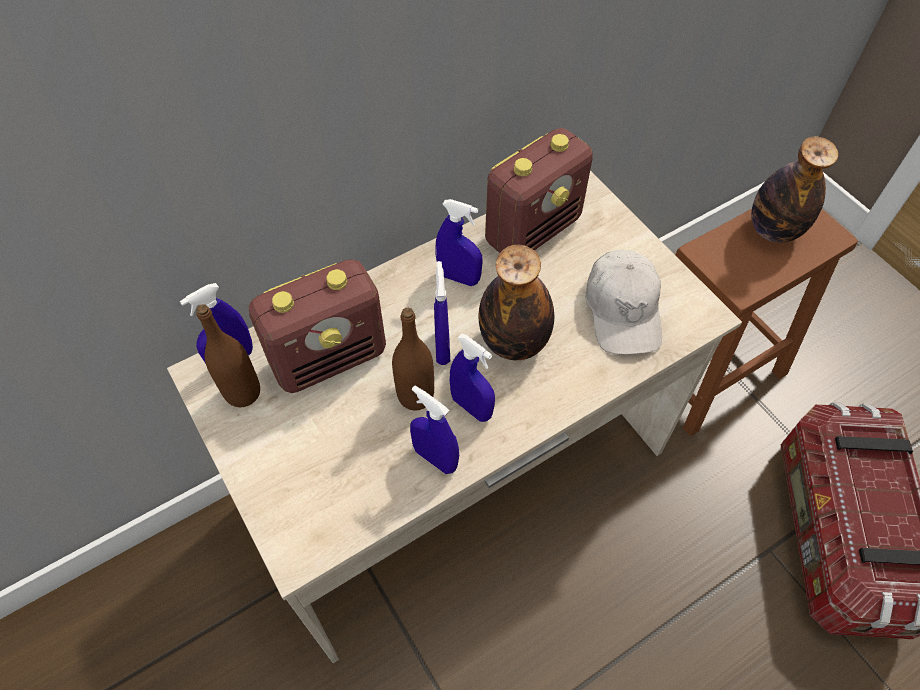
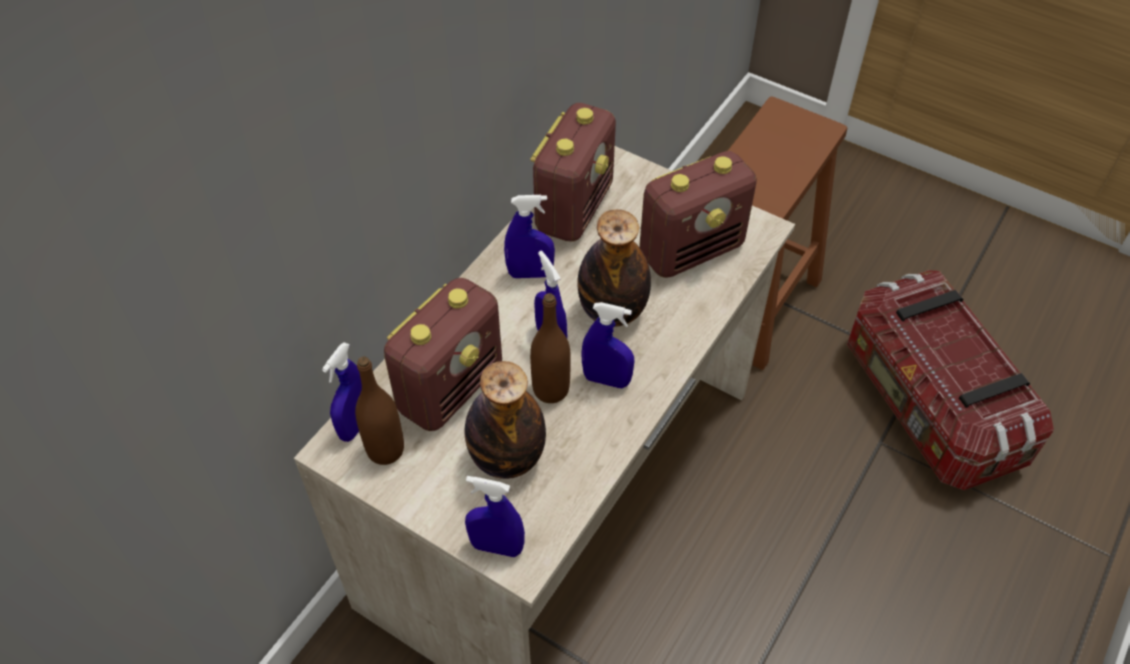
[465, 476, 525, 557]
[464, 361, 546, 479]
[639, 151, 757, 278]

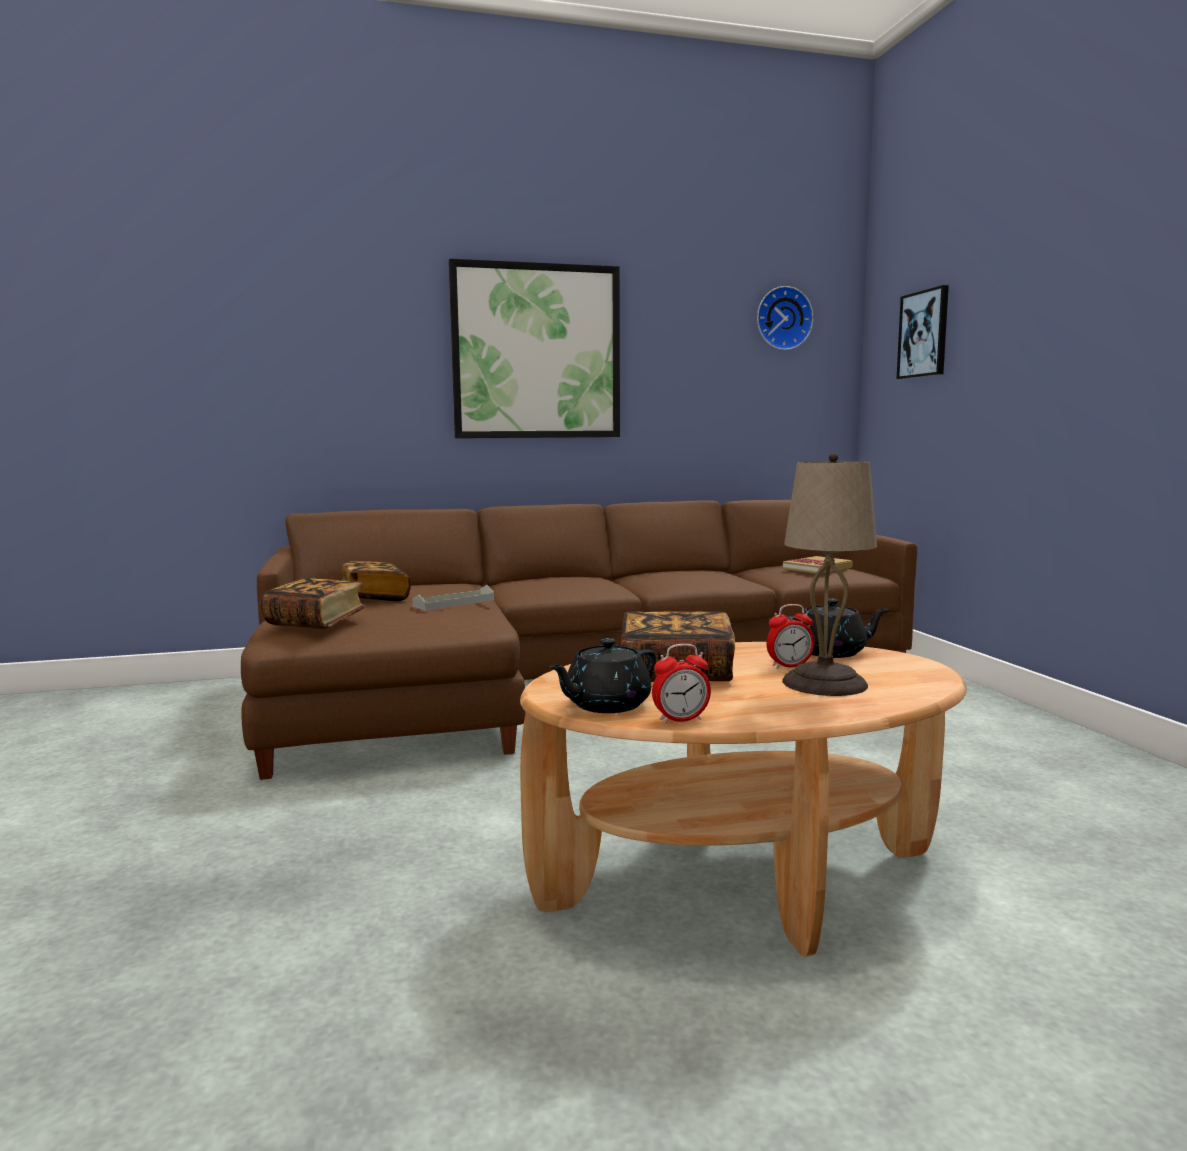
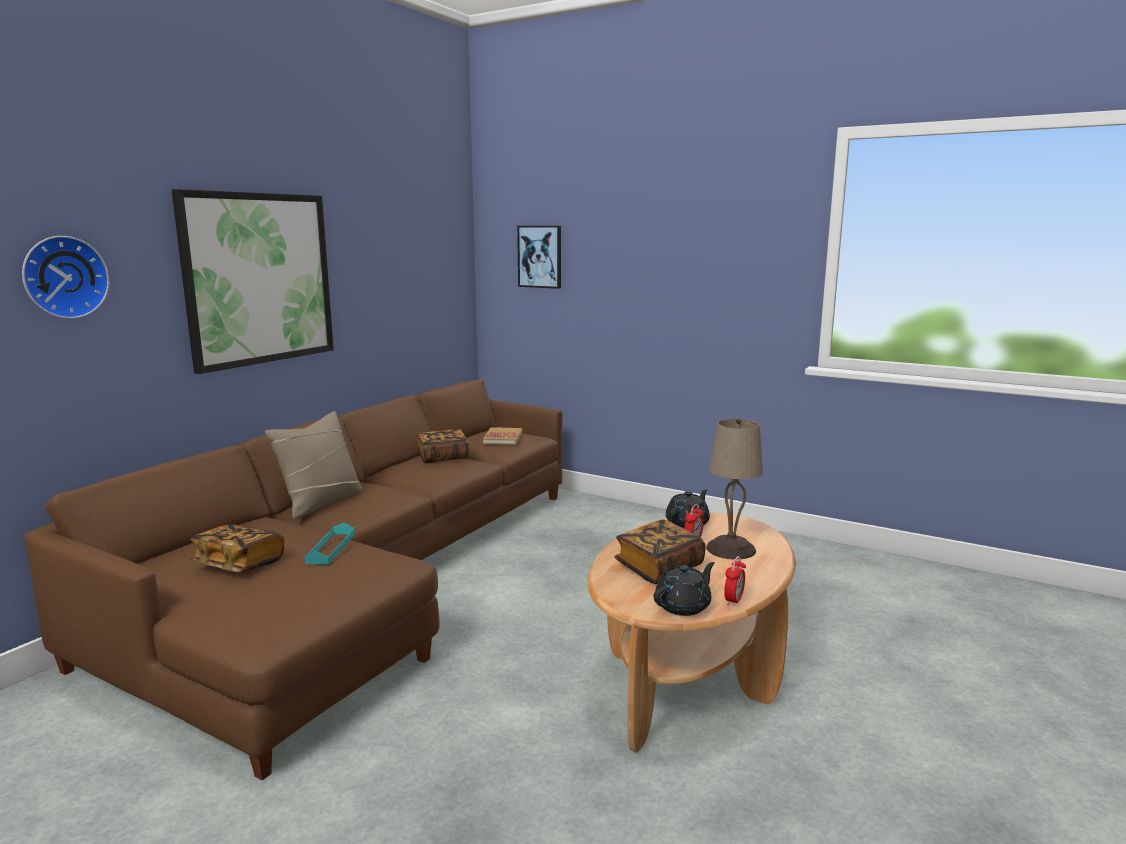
[265, 411, 363, 519]
[416, 429, 469, 463]
[22, 236, 109, 319]
[305, 523, 355, 565]
[654, 562, 715, 616]

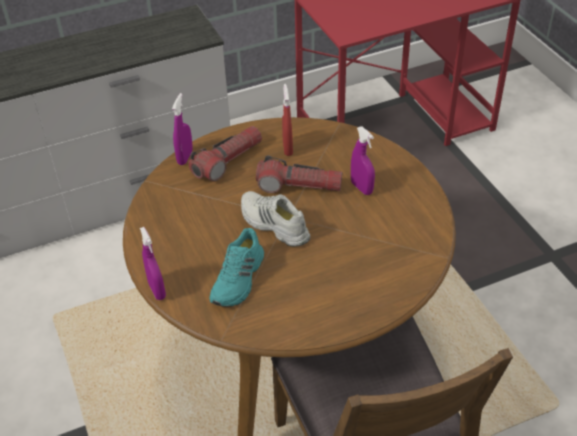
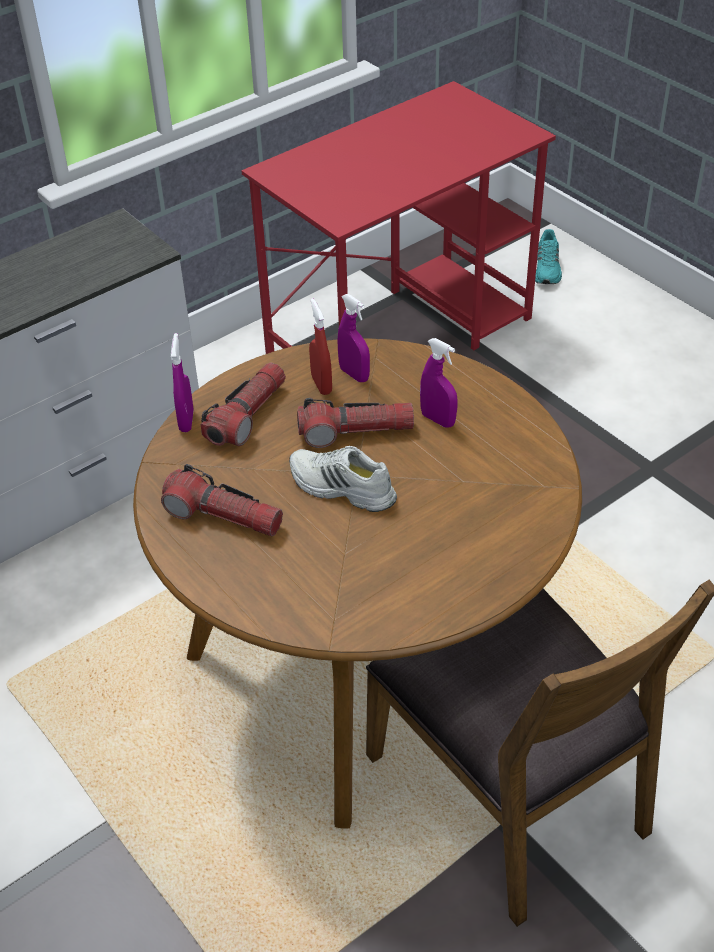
[161, 464, 283, 536]
[338, 294, 370, 382]
[535, 229, 562, 284]

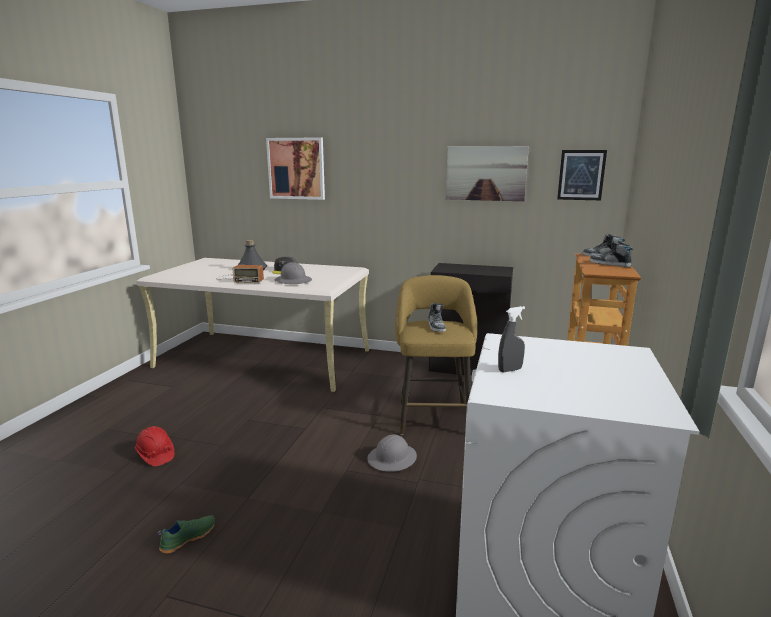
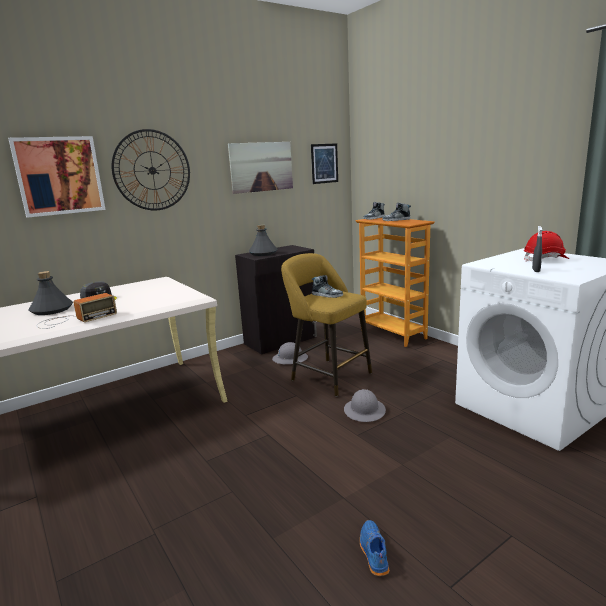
[112, 129, 190, 211]
[248, 225, 278, 256]
[524, 231, 569, 262]
[272, 342, 308, 364]
[360, 520, 389, 576]

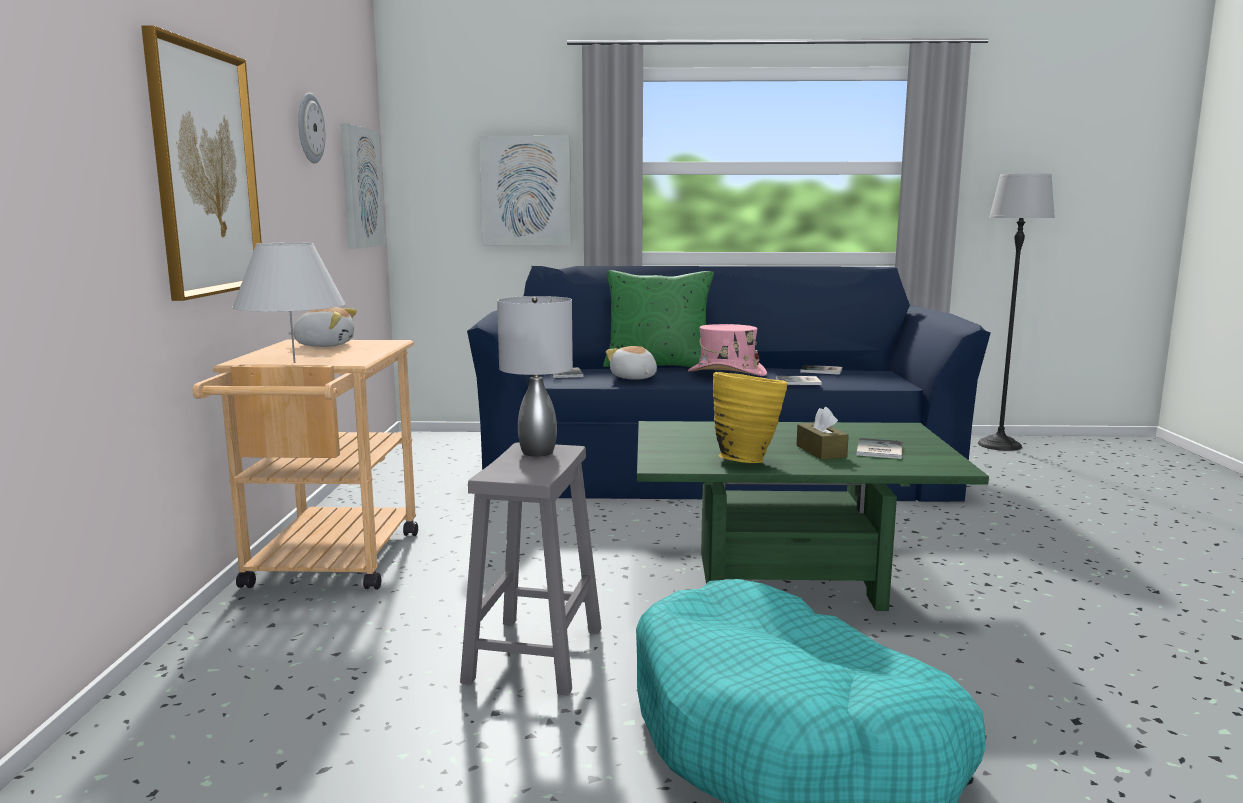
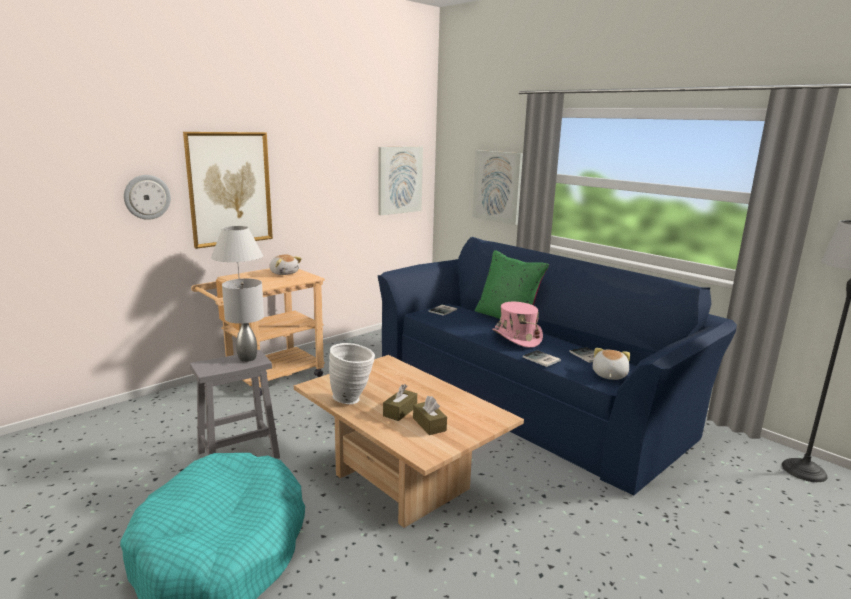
[124, 175, 171, 220]
[593, 348, 630, 380]
[413, 396, 447, 435]
[294, 355, 524, 528]
[329, 343, 375, 404]

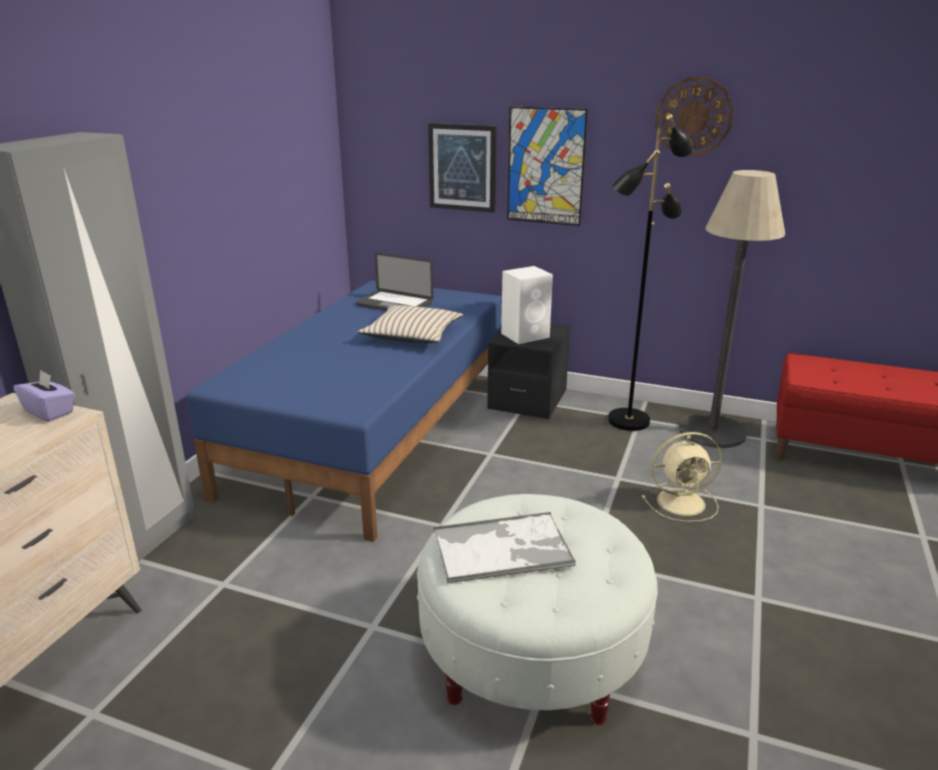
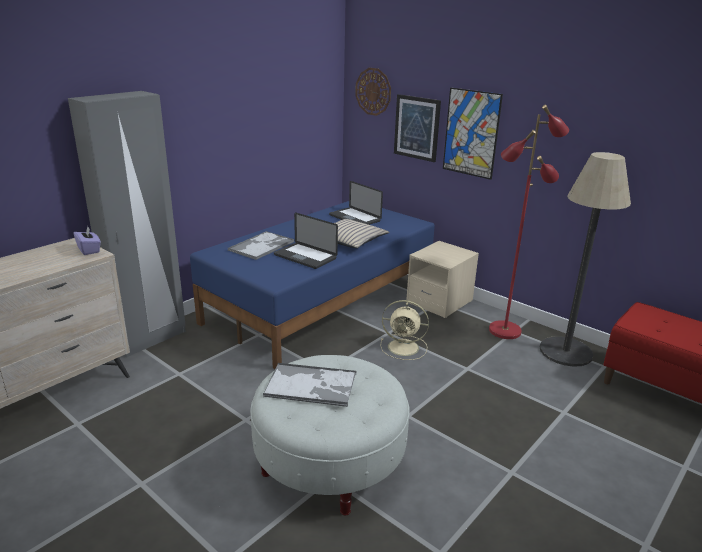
[501, 266, 553, 344] (first image)
[228, 231, 294, 260]
[274, 213, 338, 269]
[380, 300, 429, 360]
[355, 68, 391, 116]
[406, 241, 479, 318]
[489, 105, 569, 339]

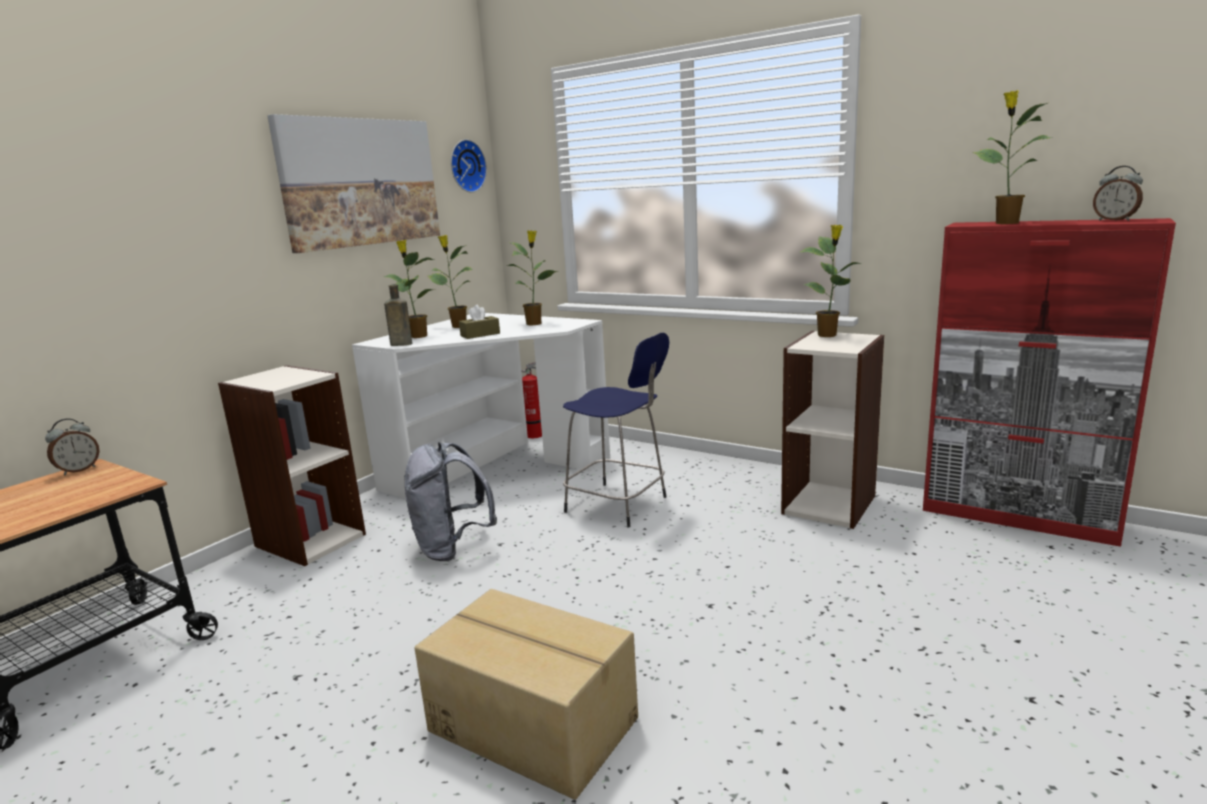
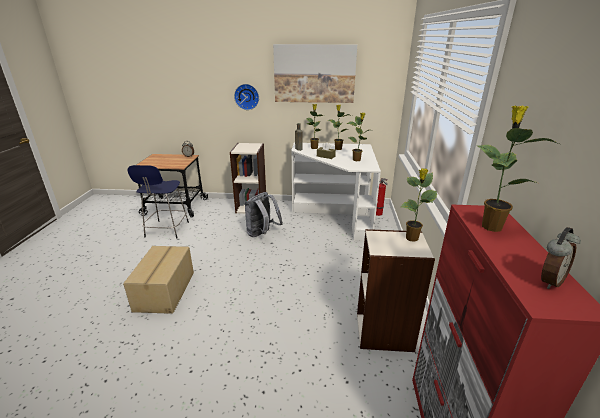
[234, 84, 259, 110]
[127, 165, 189, 239]
[541, 227, 581, 289]

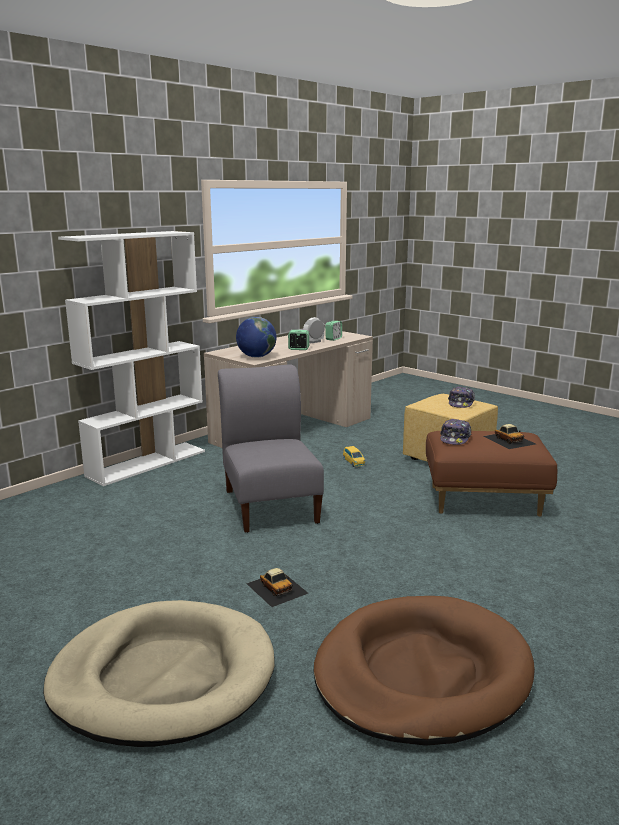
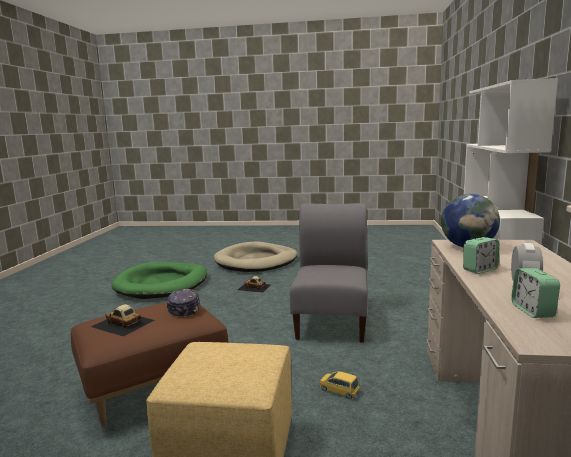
[448, 386, 475, 408] (first image)
[112, 262, 207, 299]
[290, 203, 368, 343]

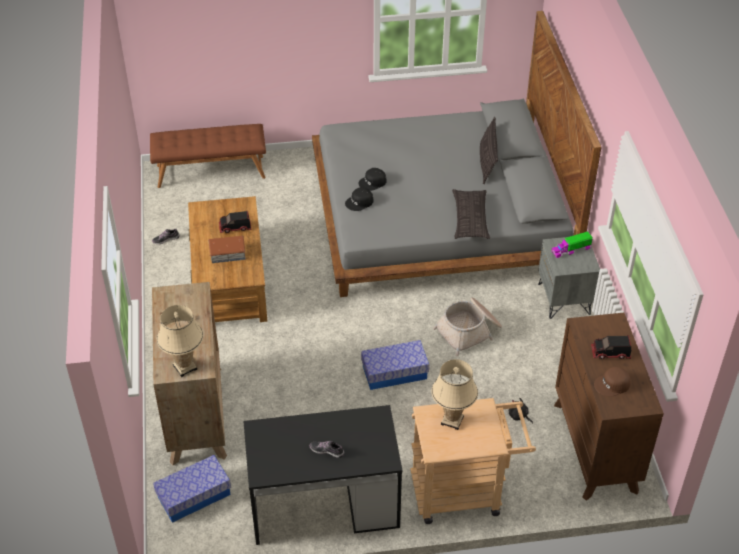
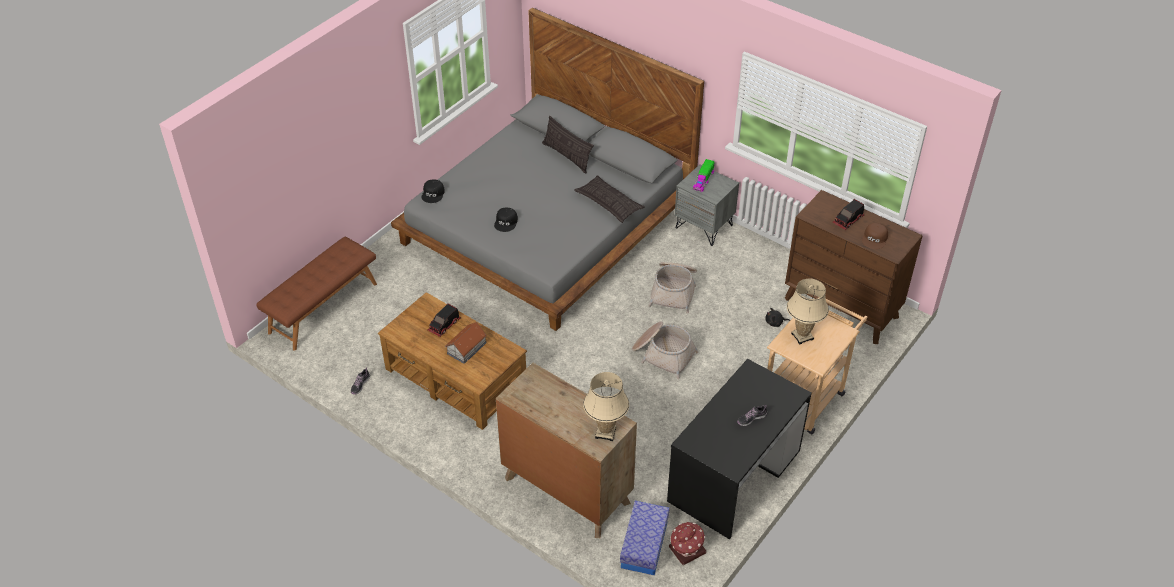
[669, 522, 706, 565]
[422, 180, 445, 203]
[632, 321, 698, 379]

